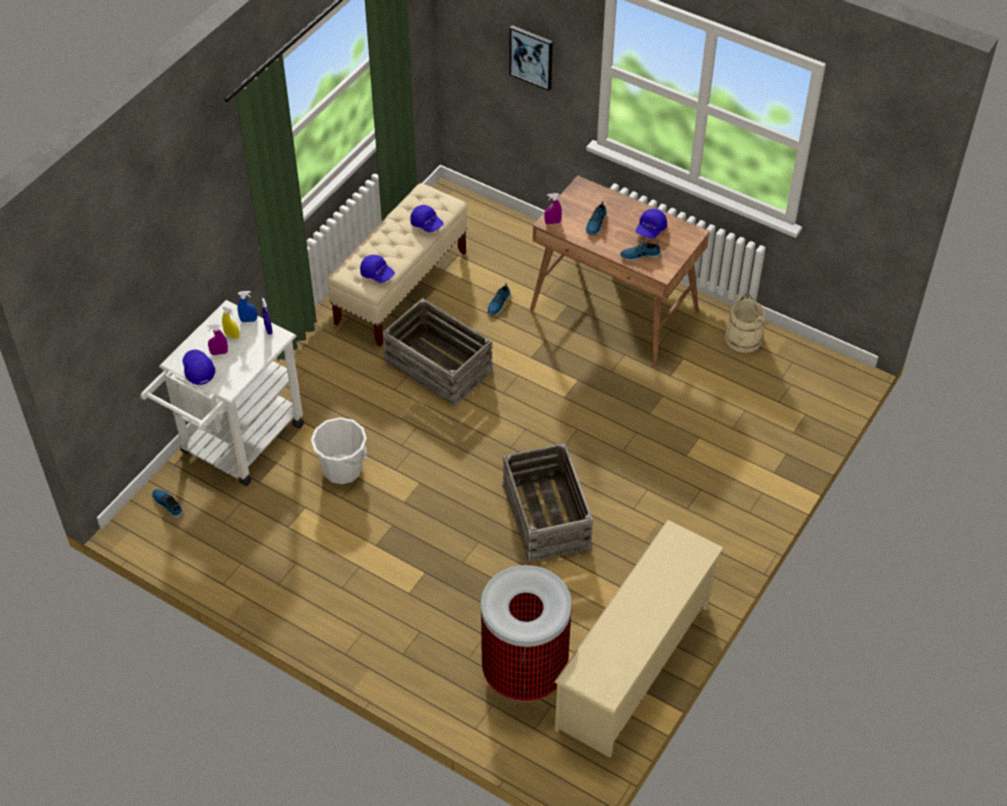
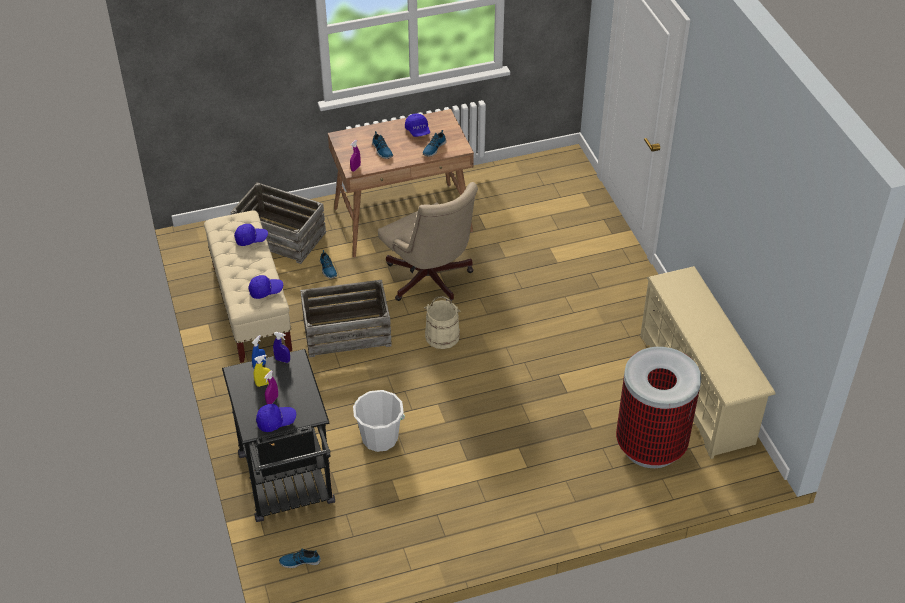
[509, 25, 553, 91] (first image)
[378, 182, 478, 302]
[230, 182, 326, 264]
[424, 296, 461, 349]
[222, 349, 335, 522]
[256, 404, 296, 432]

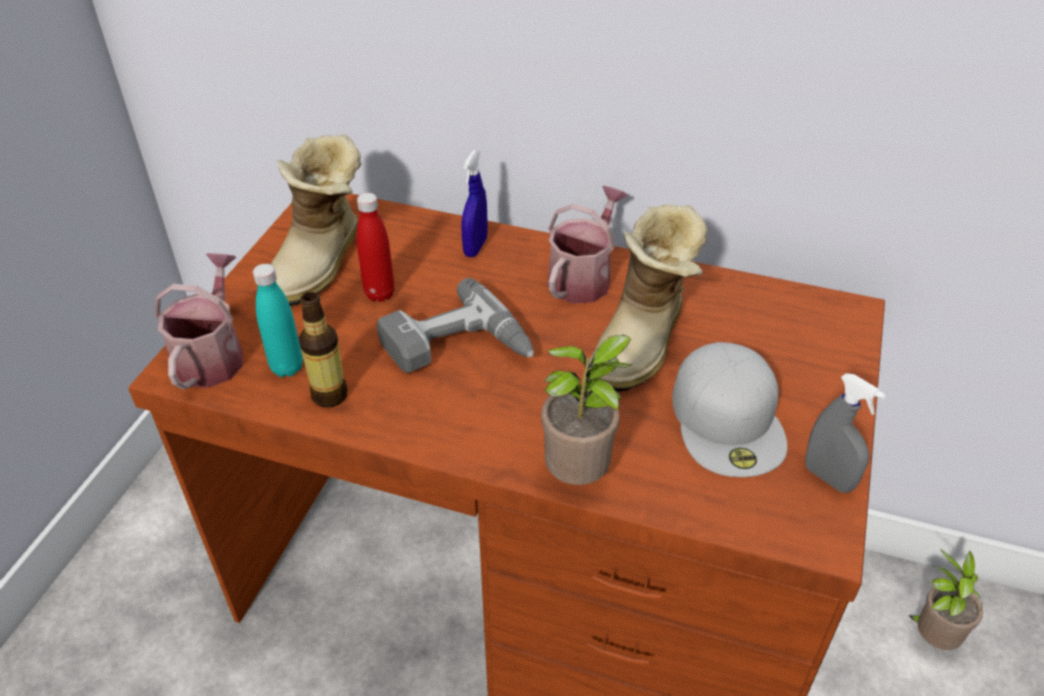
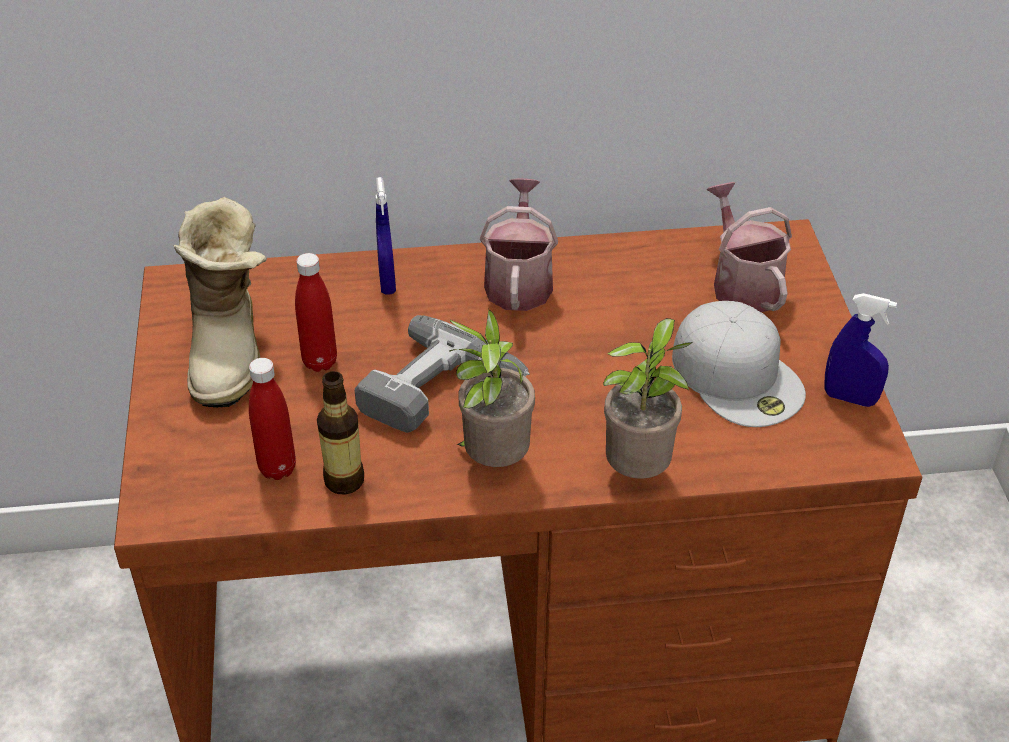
[588, 205, 708, 392] (first image)
[707, 182, 792, 312]
[449, 309, 535, 467]
[249, 358, 296, 480]
[825, 293, 897, 407]

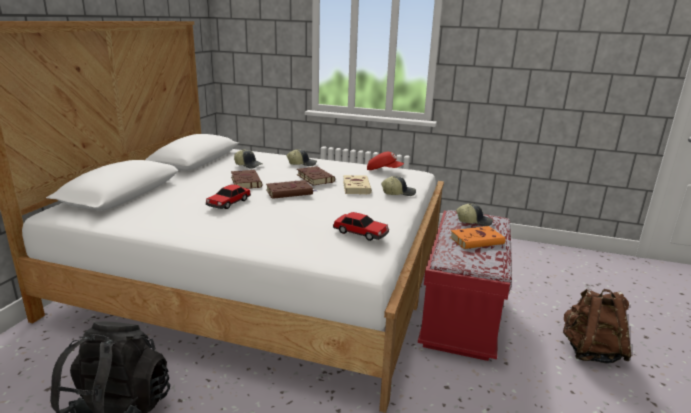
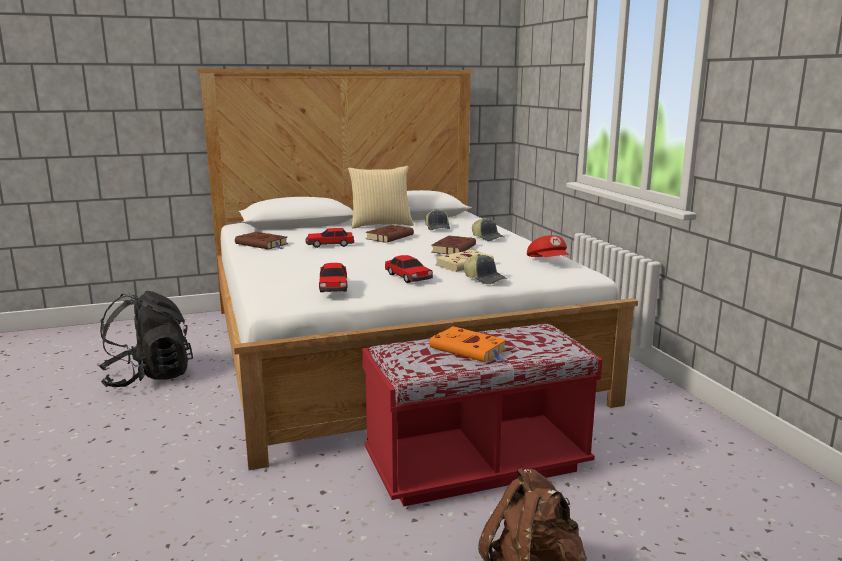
[456, 204, 493, 226] (first image)
[348, 166, 414, 229]
[385, 255, 433, 283]
[235, 232, 288, 249]

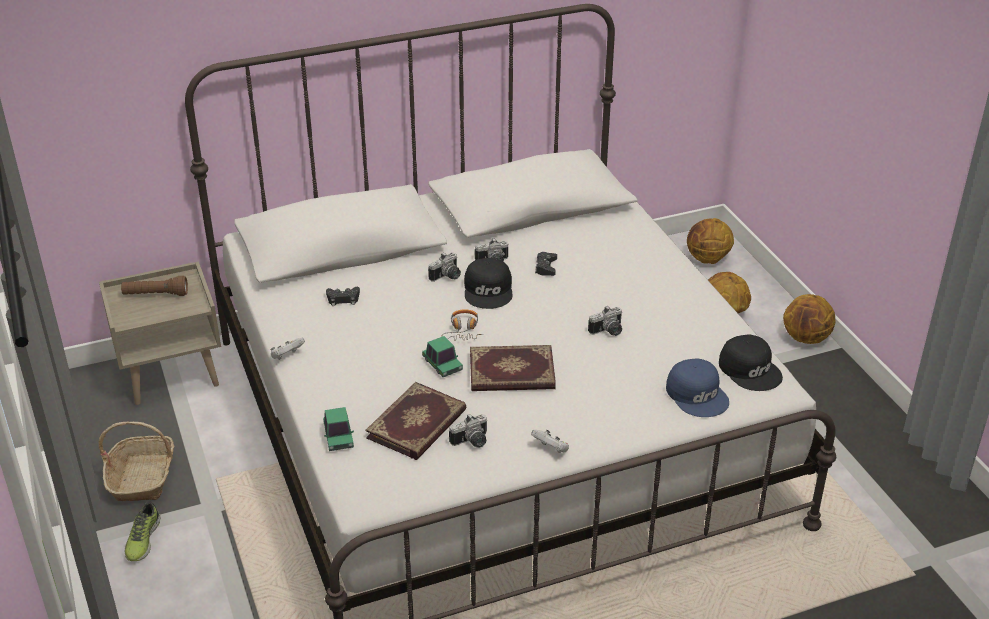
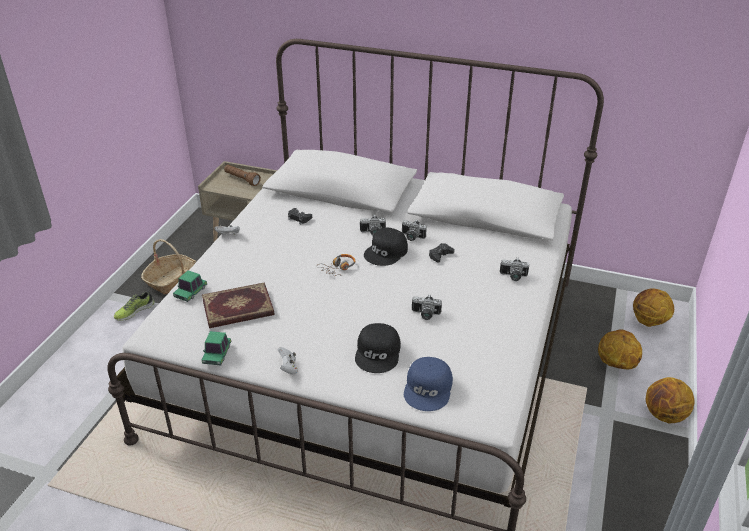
[470, 345, 556, 391] (first image)
[202, 331, 231, 365]
[500, 258, 529, 281]
[355, 323, 401, 373]

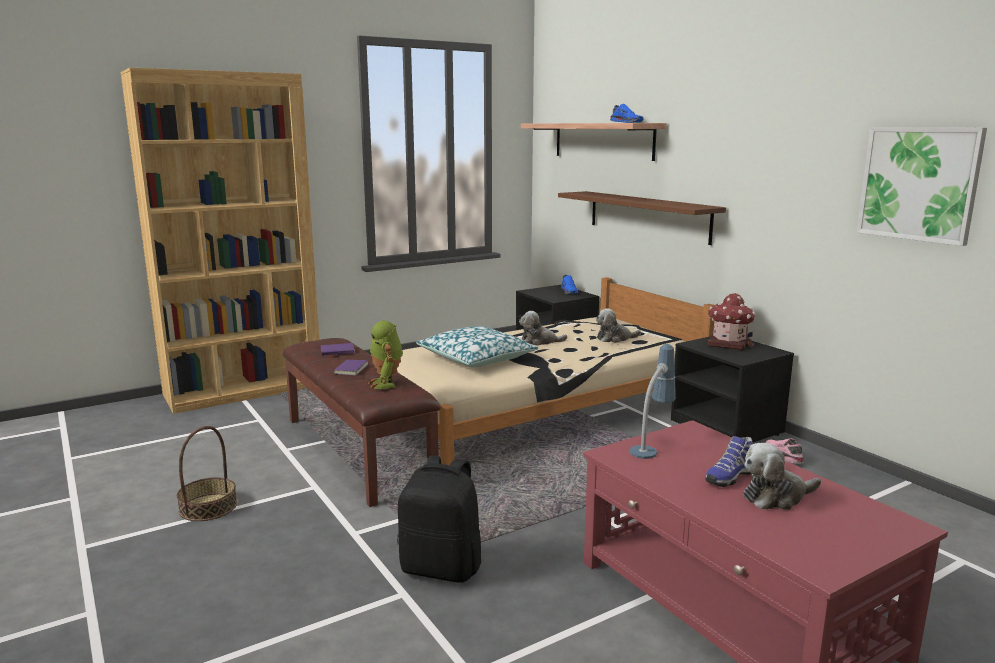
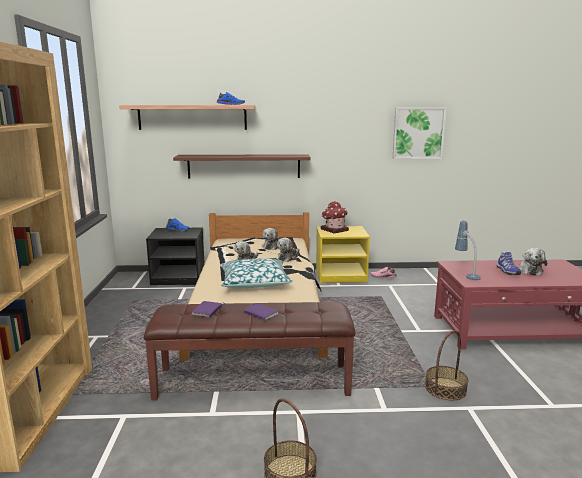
[369, 321, 403, 389] (first image)
[277, 238, 300, 262]
[425, 330, 468, 400]
[316, 226, 370, 283]

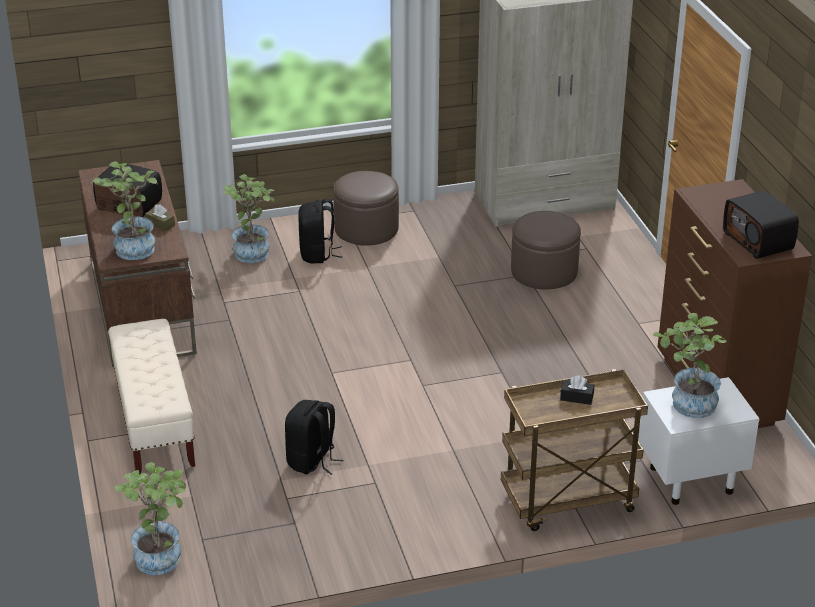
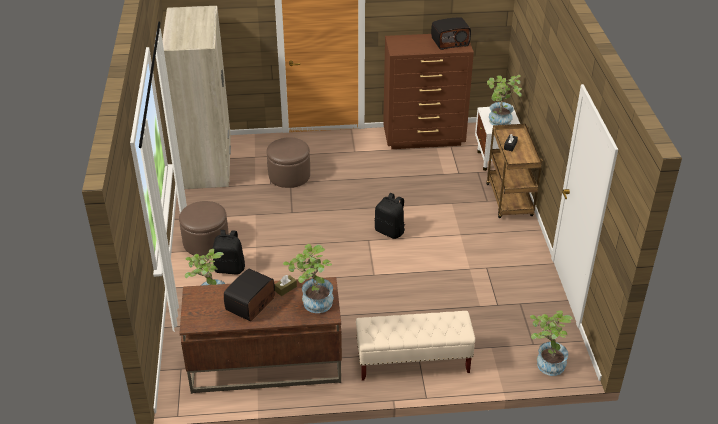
[374, 193, 406, 239]

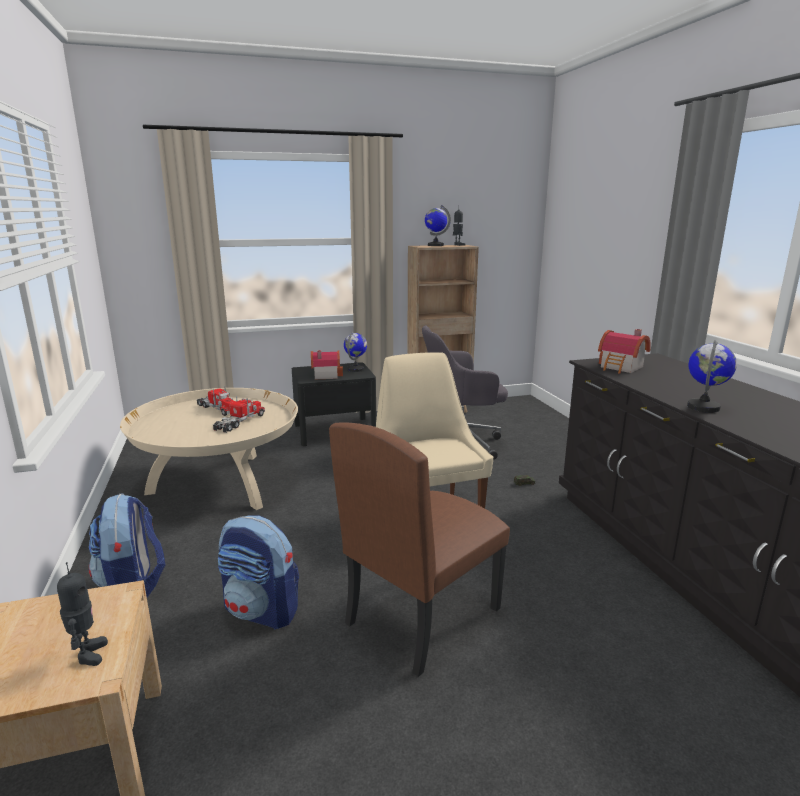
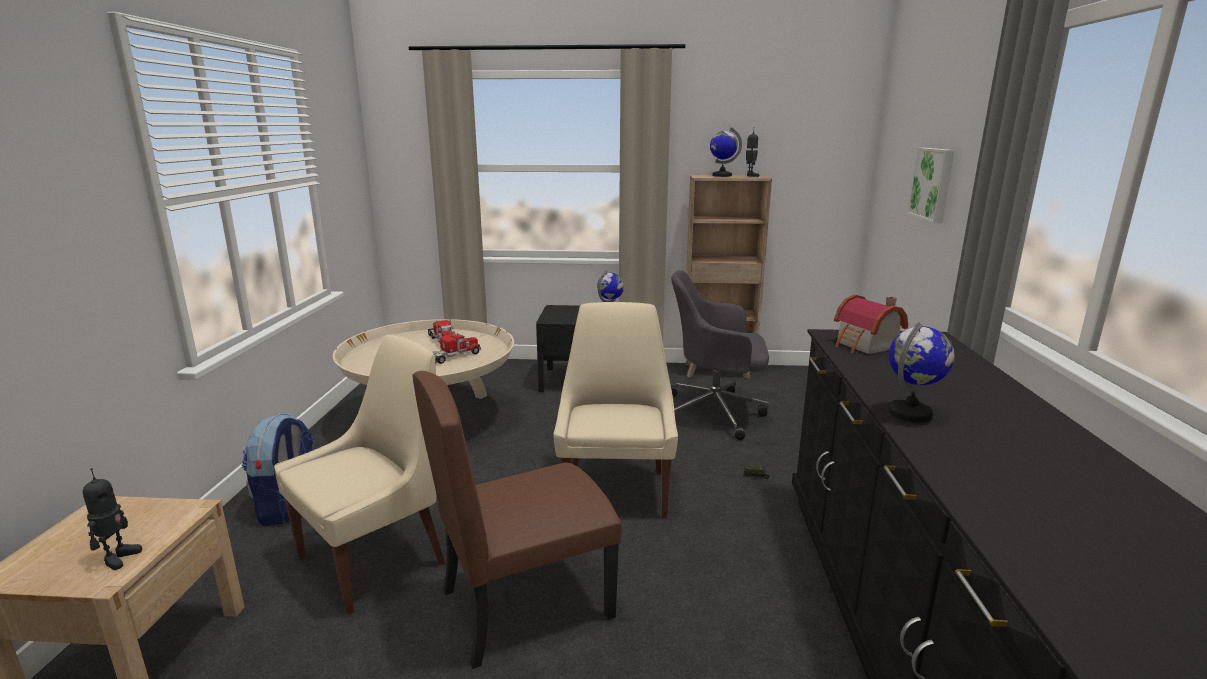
[311, 350, 343, 379] (first image)
[907, 148, 955, 223]
[274, 334, 445, 615]

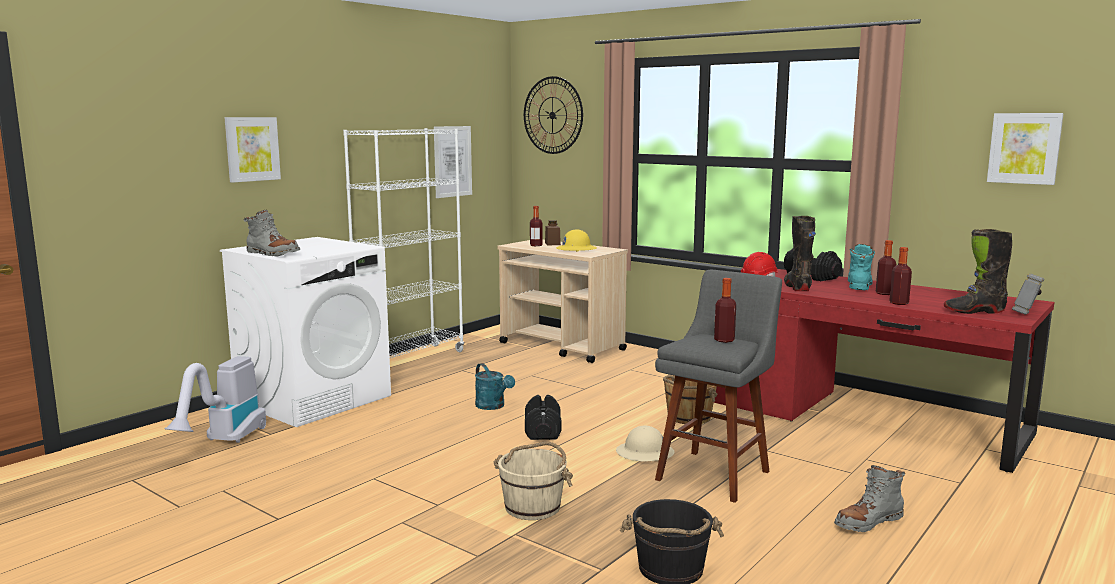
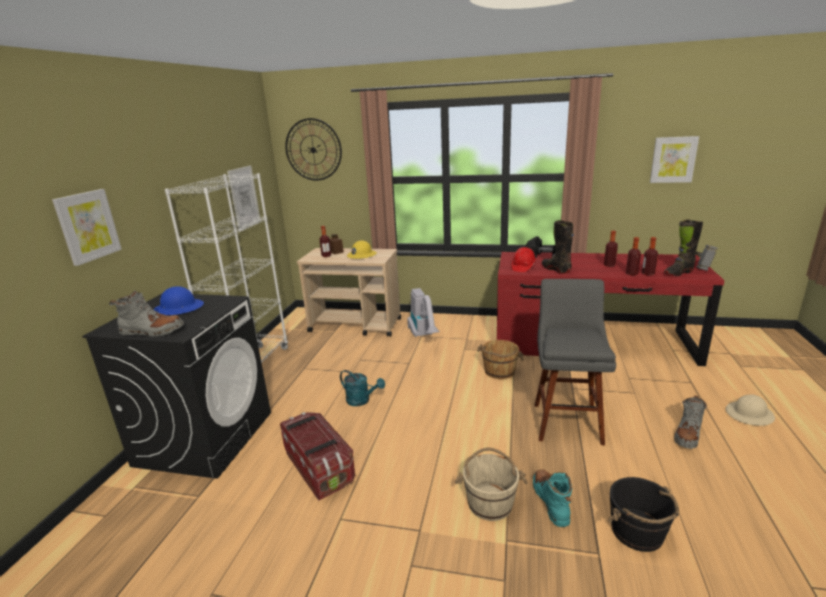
[525, 395, 561, 440] (first image)
[154, 286, 204, 315]
[280, 412, 355, 501]
[407, 288, 440, 337]
[726, 394, 775, 426]
[642, 237, 658, 276]
[533, 469, 572, 527]
[82, 294, 271, 479]

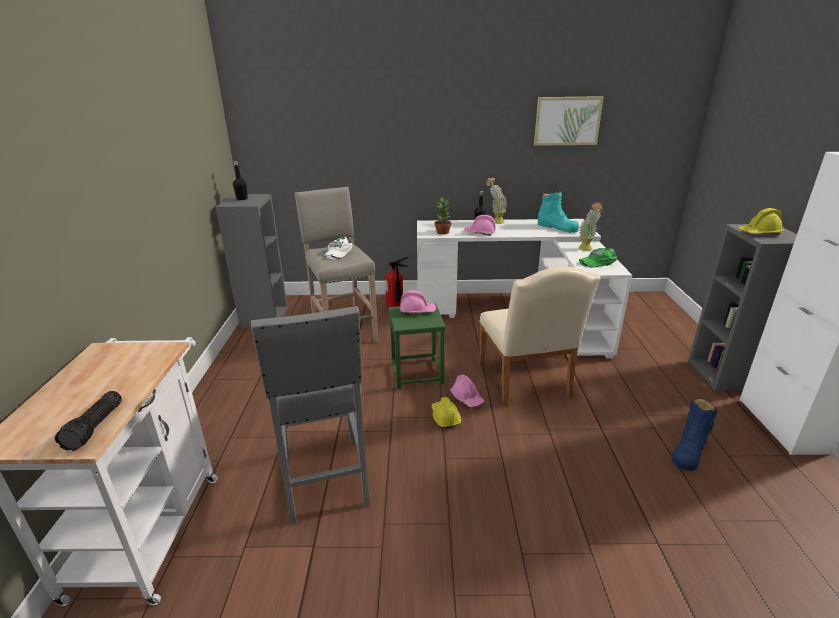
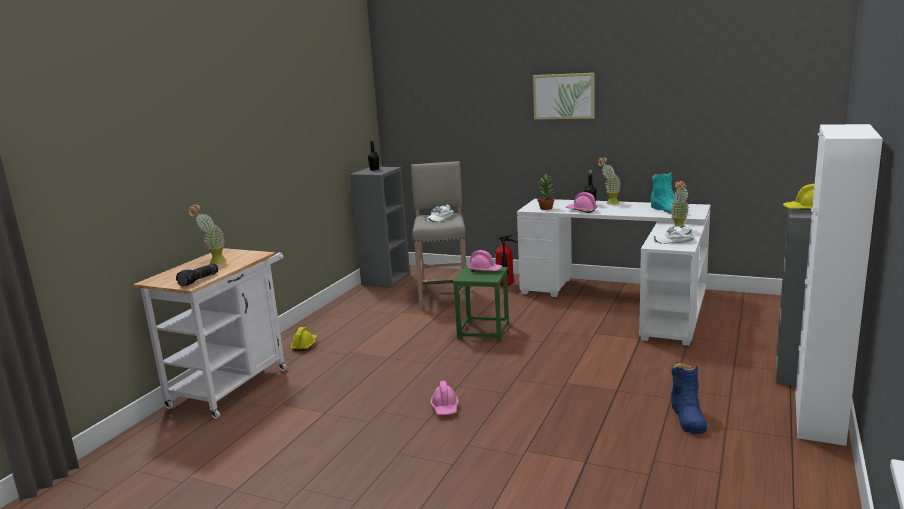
[251, 306, 370, 525] (first image)
[479, 266, 601, 408] (first image)
[188, 205, 227, 264]
[291, 327, 317, 351]
[430, 381, 459, 415]
[533, 73, 595, 120]
[653, 226, 694, 244]
[671, 362, 707, 434]

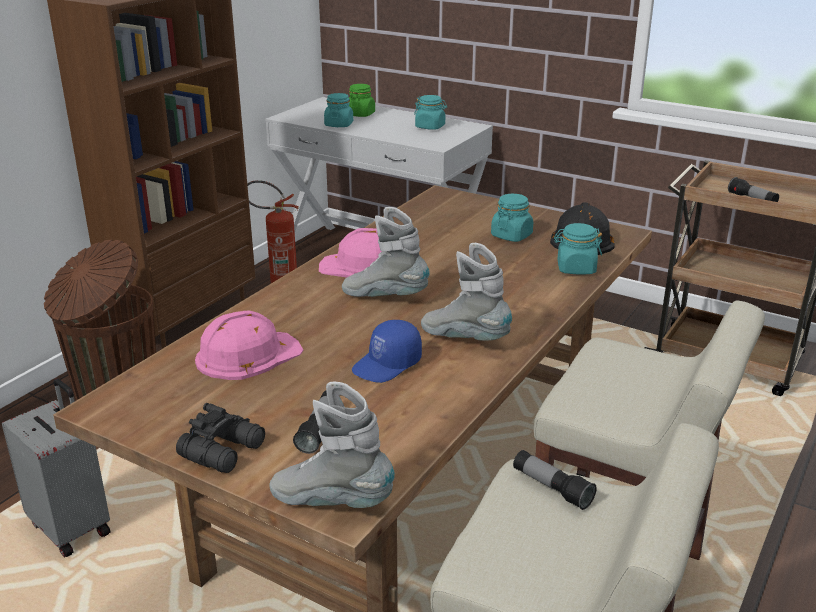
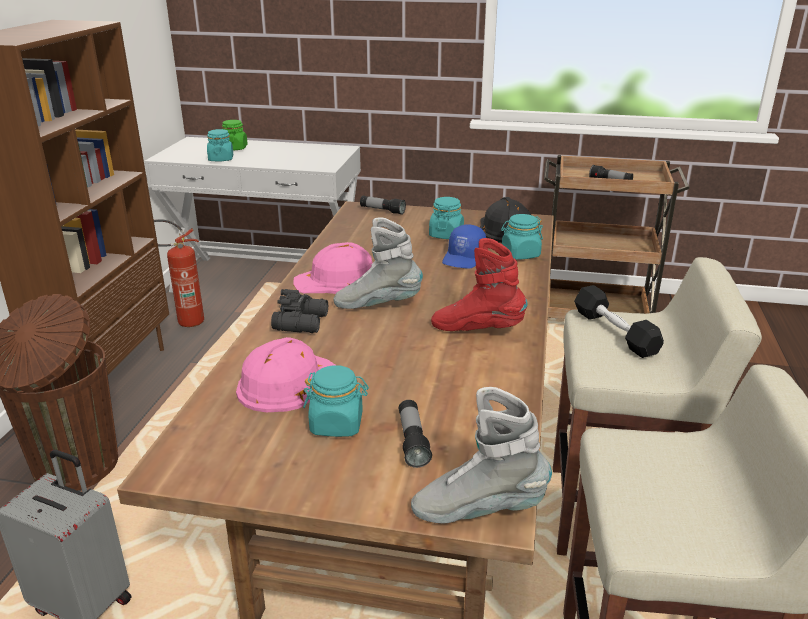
[574, 285, 664, 358]
[271, 289, 328, 333]
[442, 224, 486, 269]
[303, 365, 369, 437]
[360, 196, 406, 215]
[431, 238, 528, 331]

